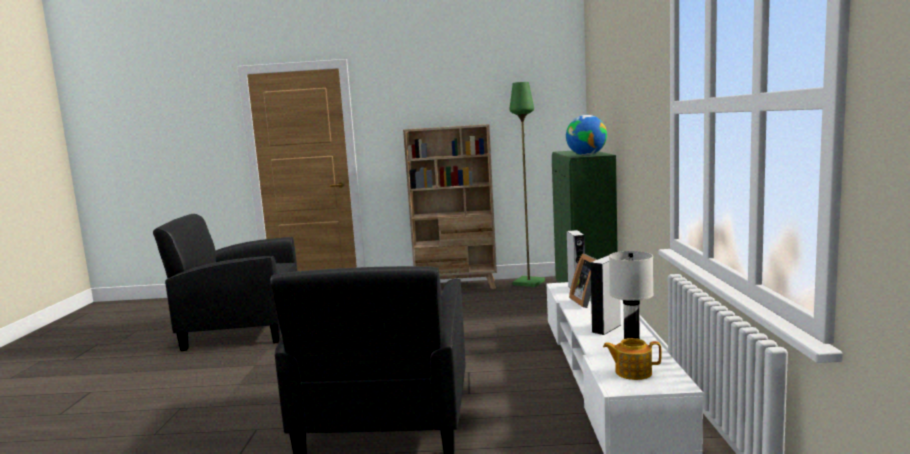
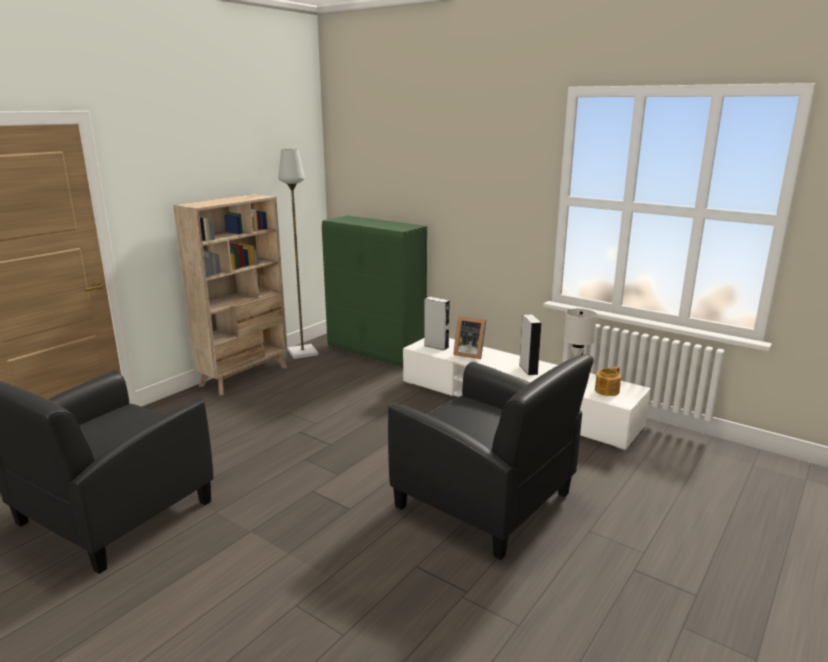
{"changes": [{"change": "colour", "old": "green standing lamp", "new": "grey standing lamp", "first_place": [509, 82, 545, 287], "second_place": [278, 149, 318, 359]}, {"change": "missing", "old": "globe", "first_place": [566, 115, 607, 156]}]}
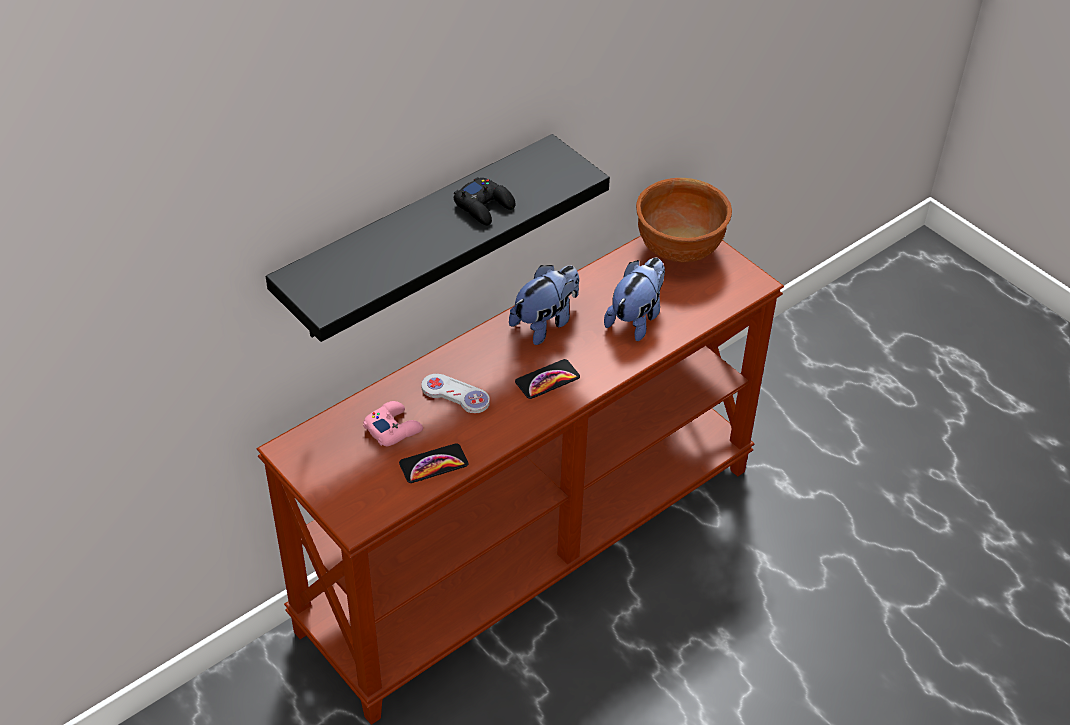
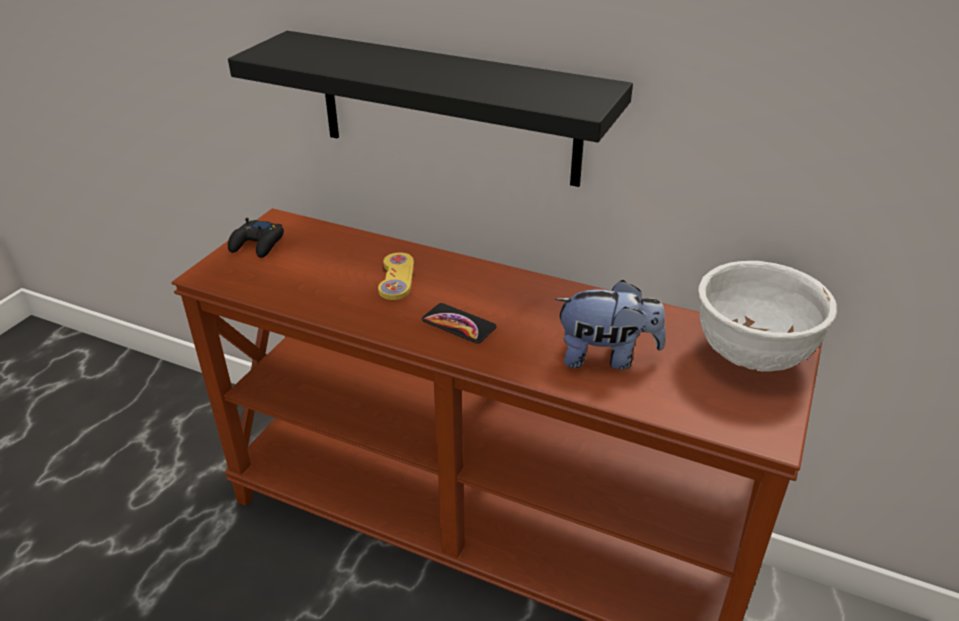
{"changes": [{"change": "relocated", "old": "black-coloured gamepad", "first_place": [454, 177, 516, 225], "second_place": [228, 218, 284, 258]}, {"change": "colour", "old": "brown-coloured deep dish", "new": "whitish deep dish", "first_place": [636, 178, 732, 262], "second_place": [699, 261, 837, 372]}, {"change": "missing", "old": "plush toy", "first_place": [509, 265, 579, 345]}, {"change": "colour", "old": "whitish gamepad", "new": "yellowish gamepad", "first_place": [421, 374, 490, 413], "second_place": [378, 252, 414, 300]}, {"change": "missing", "old": "pink gamepad", "first_place": [363, 401, 423, 446]}, {"change": "missing", "old": "handset", "first_place": [399, 443, 468, 483]}]}
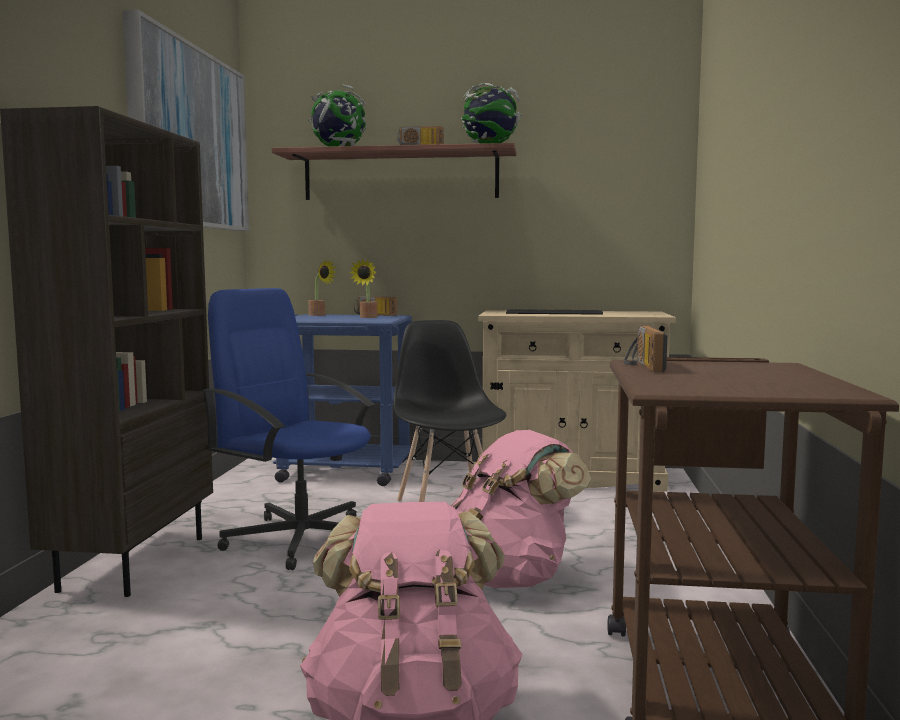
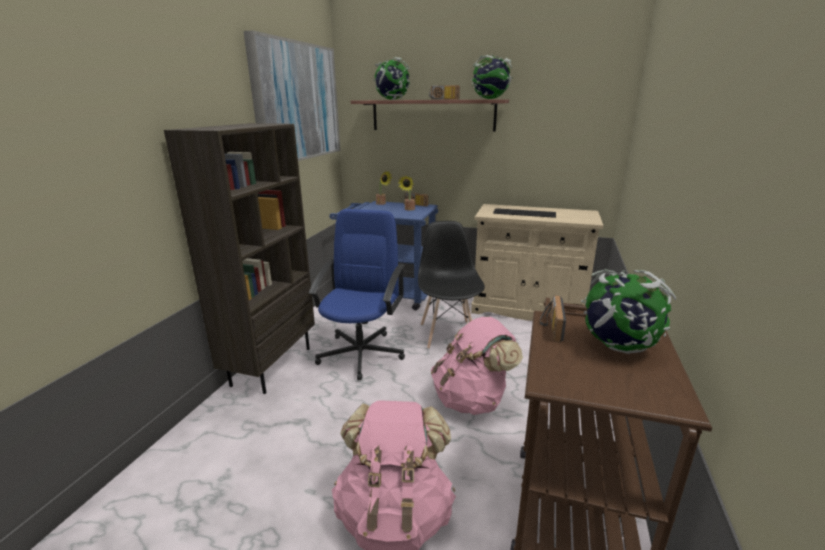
{"changes": [{"change": "spun", "old": "blue-coloured office chair", "first_place": [202, 288, 375, 570], "second_place": [309, 209, 405, 380], "degrees": 60}, {"change": "appeared", "new": "globe", "second_place": [581, 269, 676, 354]}]}
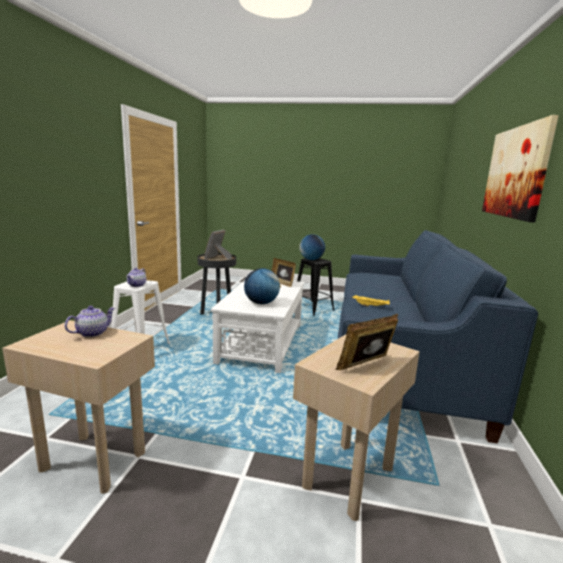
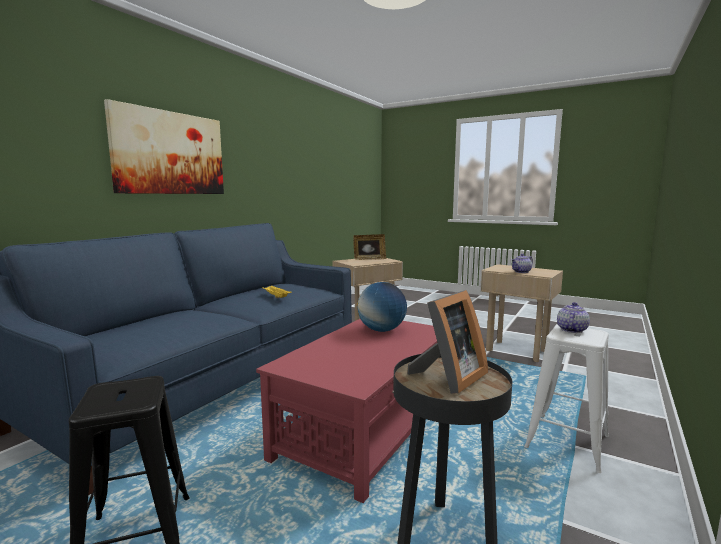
{"changes": [{"change": "missing", "old": "globe", "first_place": [299, 234, 325, 260]}, {"change": "missing", "old": "photo frame", "first_place": [272, 258, 296, 287]}, {"change": "colour", "old": "whitish coffee table", "new": "red coffee table", "first_place": [211, 280, 304, 373], "second_place": [256, 319, 437, 503]}]}
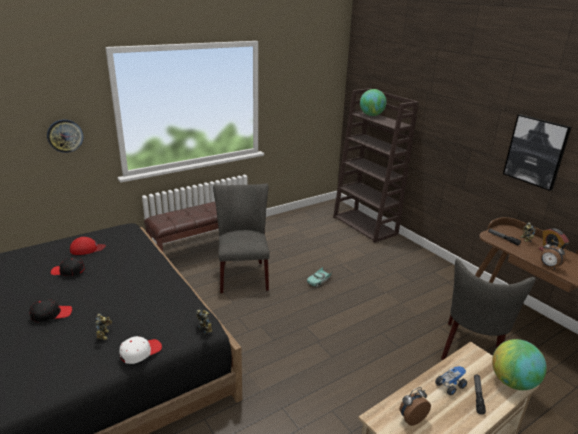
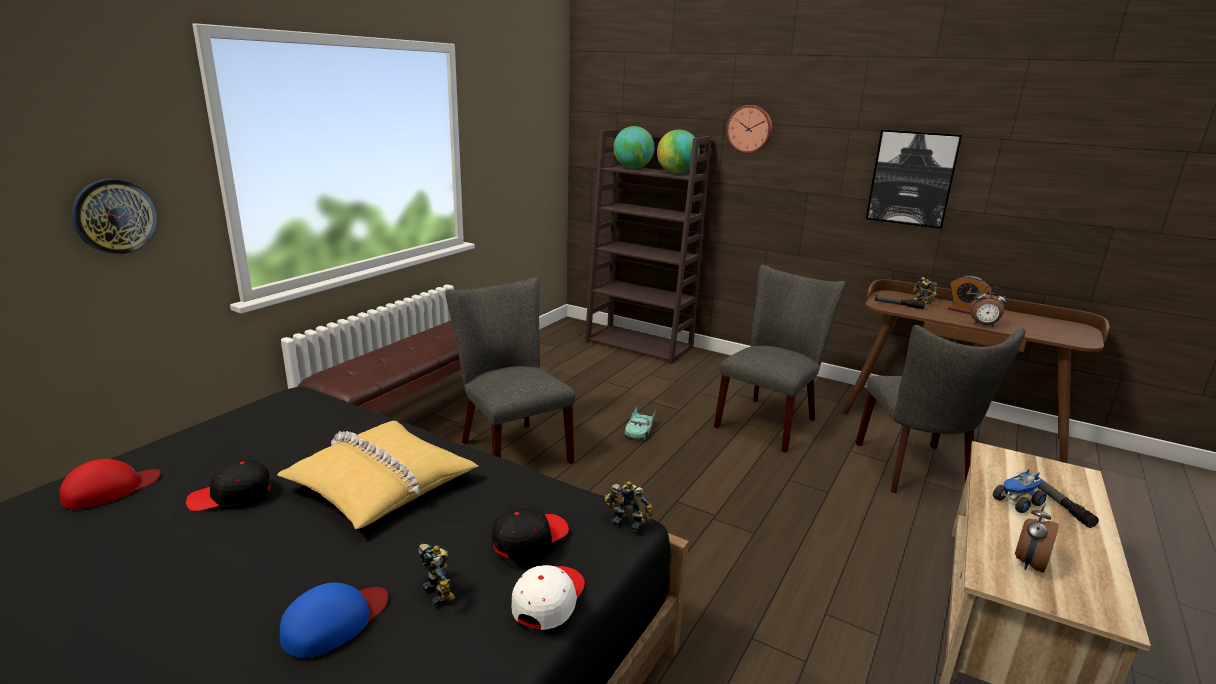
{"changes": [{"change": "relocated", "old": "red cap", "first_place": [70, 237, 106, 255], "second_place": [60, 459, 161, 510]}, {"change": "relocated", "old": "black-coloured cap", "first_place": [29, 299, 72, 322], "second_place": [492, 506, 569, 560]}, {"change": "relocated", "old": "globe", "first_place": [492, 339, 547, 390], "second_place": [657, 130, 700, 174]}, {"change": "spun", "old": "toy lorry", "first_place": [435, 366, 467, 396], "second_place": [993, 468, 1047, 513], "degrees": -150}, {"change": "appeared", "new": "hanging clock", "second_place": [726, 105, 772, 153]}, {"change": "appeared", "new": "grey chair", "second_place": [714, 265, 846, 453]}, {"change": "appeared", "new": "yellowish throw pillow", "second_place": [277, 421, 479, 529]}, {"change": "appeared", "new": "blue-coloured cap", "second_place": [280, 582, 388, 658]}]}
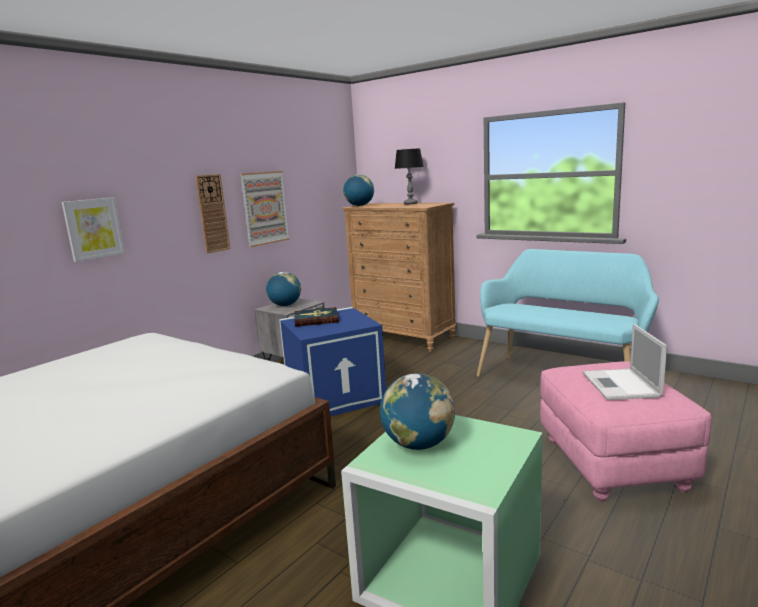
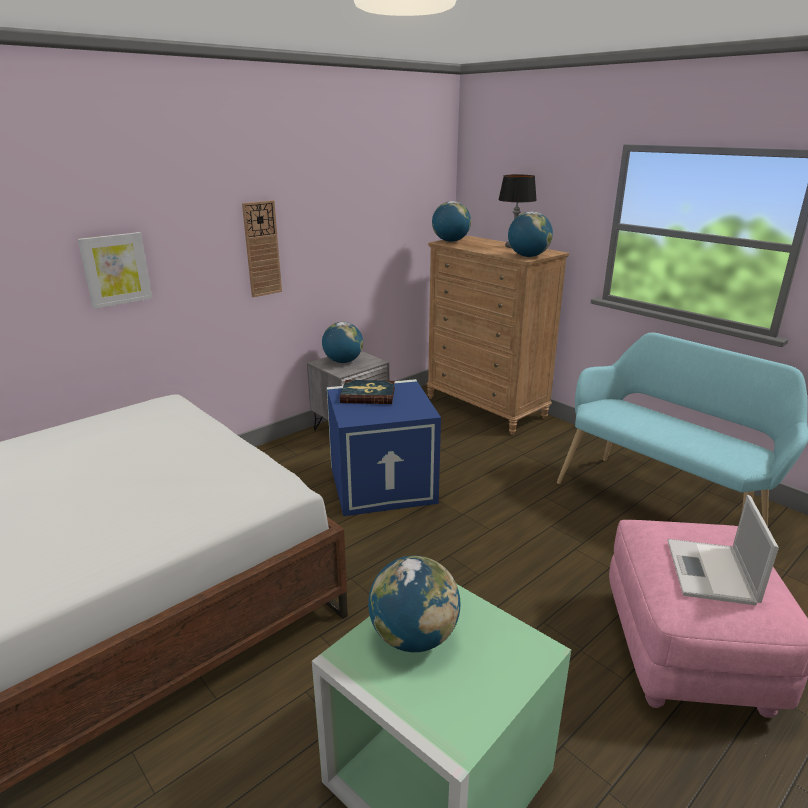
{"changes": [{"change": "missing", "old": "wall picture", "first_place": [240, 171, 290, 247]}, {"change": "appeared", "new": "globe", "second_place": [508, 212, 553, 257]}]}
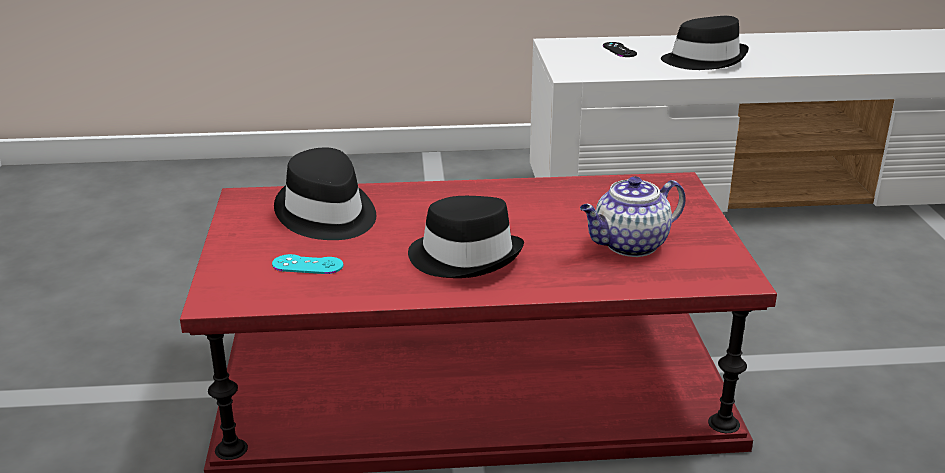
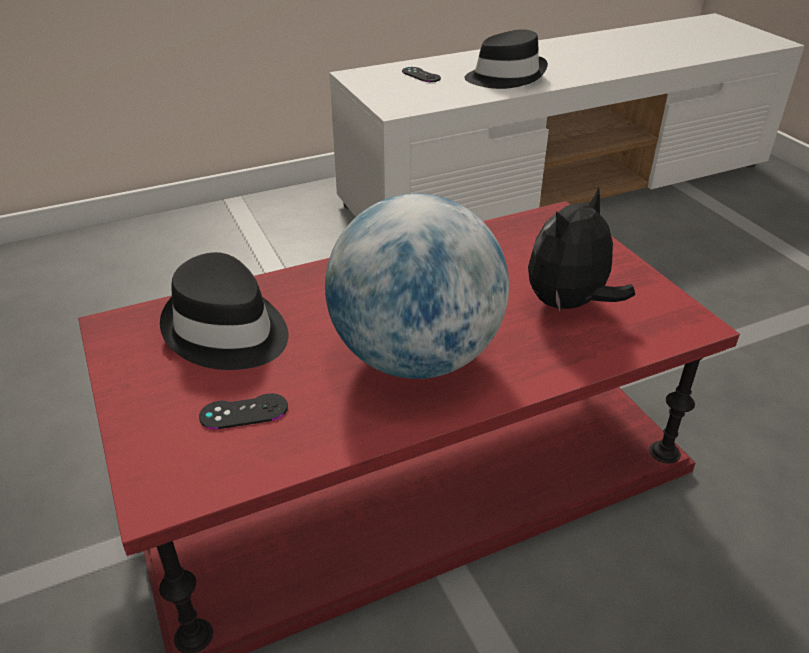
{"changes": [{"change": "exchanged", "old": "teapot", "new": "plush toy", "first_place": [580, 176, 686, 257], "second_place": [528, 187, 635, 313]}, {"change": "exchanged", "old": "black-coloured wearable hat", "new": "globe", "first_place": [408, 196, 524, 278], "second_place": [325, 193, 509, 379]}, {"change": "colour", "old": "turquoise-coloured gamepad", "new": "black-coloured gamepad", "first_place": [272, 254, 343, 274], "second_place": [199, 393, 288, 430]}]}
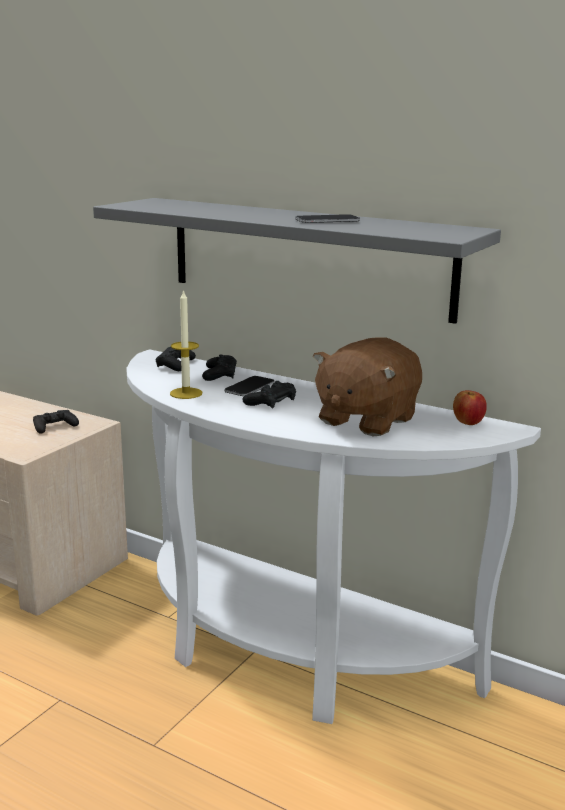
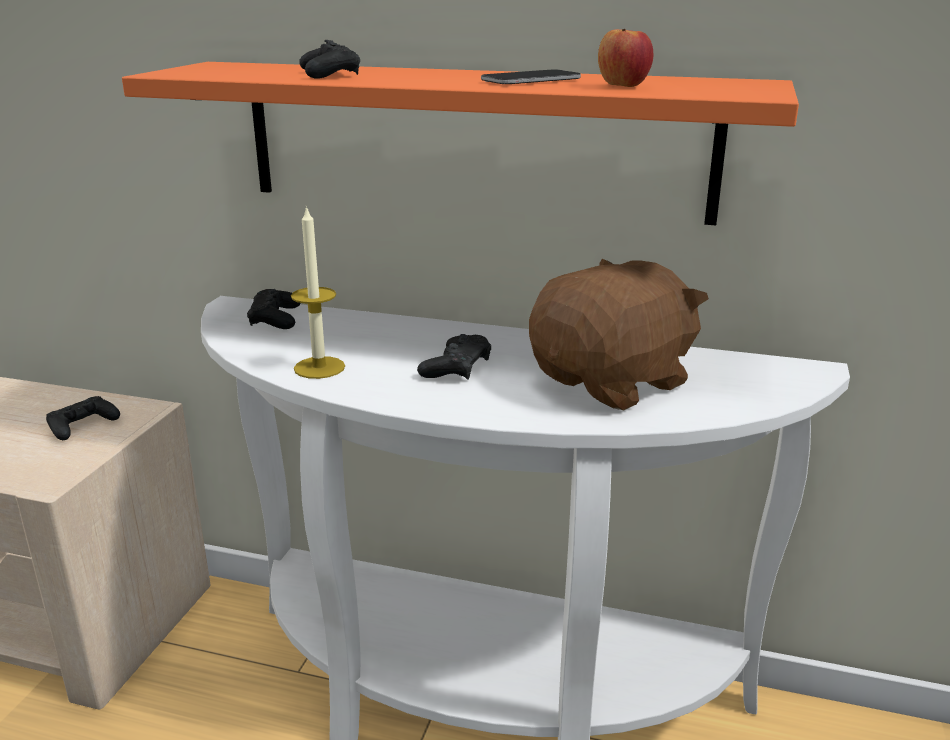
{"changes": [{"change": "colour", "old": "grey shelf", "new": "orange shelf", "first_place": [93, 198, 501, 324], "second_place": [122, 62, 799, 225]}, {"change": "spun", "old": "brown-coloured plush toy", "first_place": [313, 338, 422, 437], "second_place": [529, 259, 709, 410], "degrees": -150}, {"change": "relocated", "old": "black-coloured gamepad", "first_place": [202, 355, 237, 381], "second_place": [299, 40, 360, 79]}, {"change": "missing", "old": "handset", "first_place": [224, 376, 275, 396]}, {"change": "relocated", "old": "apple fruit", "first_place": [453, 390, 487, 425], "second_place": [598, 29, 653, 87]}]}
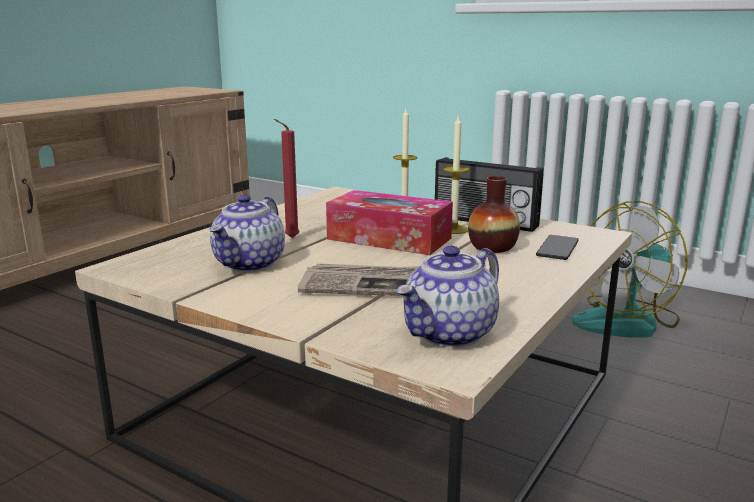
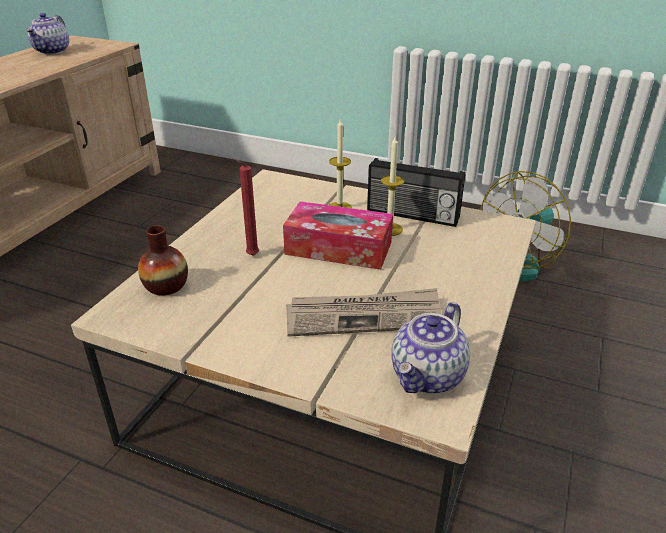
{"changes": [{"change": "relocated", "old": "vase", "first_place": [468, 176, 520, 253], "second_place": [138, 225, 188, 296]}, {"change": "relocated", "old": "teapot", "first_place": [210, 194, 285, 272], "second_place": [26, 13, 69, 54]}, {"change": "missing", "old": "handset", "first_place": [536, 235, 579, 260]}]}
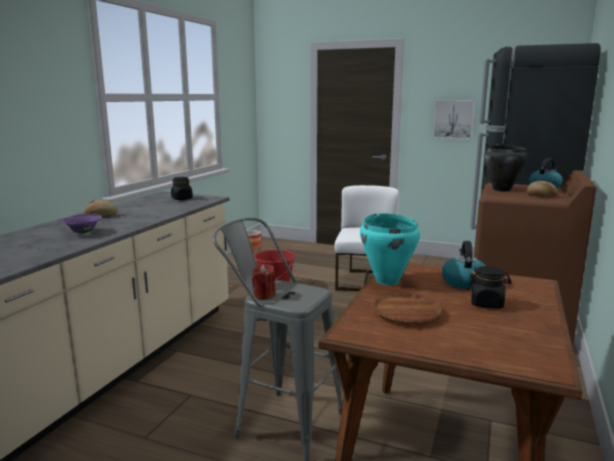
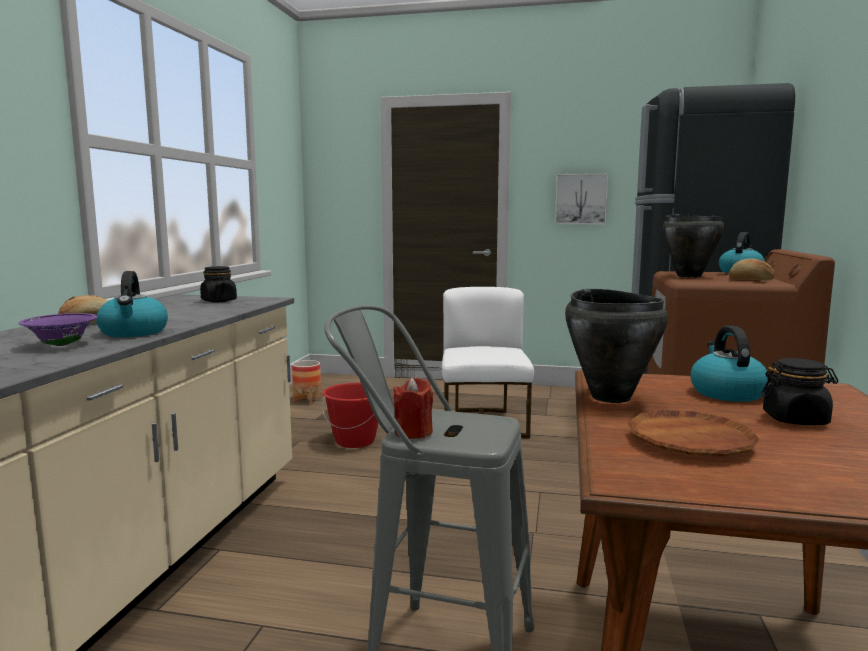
{"changes": [{"change": "colour", "old": "turquoise-coloured saucepot", "new": "black-coloured saucepot", "first_place": [360, 213, 420, 285], "second_place": [565, 289, 668, 403]}, {"change": "appeared", "new": "tea kettle", "second_place": [96, 271, 168, 337]}]}
